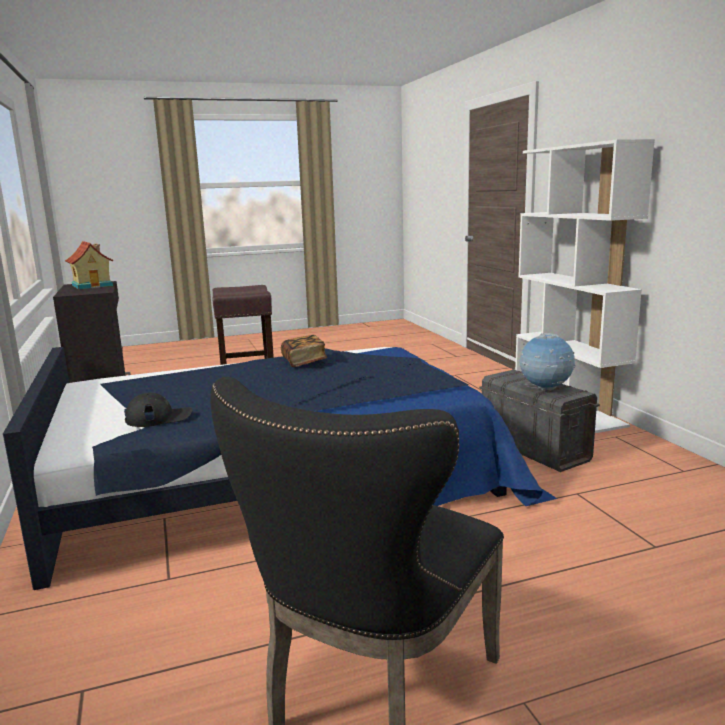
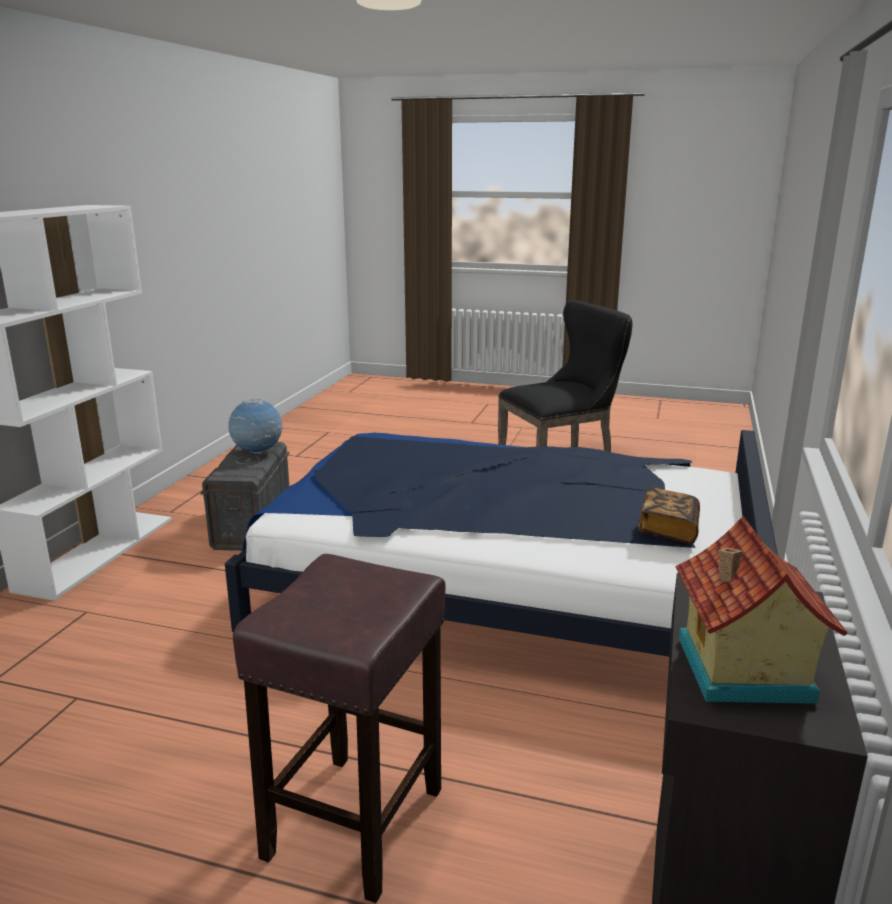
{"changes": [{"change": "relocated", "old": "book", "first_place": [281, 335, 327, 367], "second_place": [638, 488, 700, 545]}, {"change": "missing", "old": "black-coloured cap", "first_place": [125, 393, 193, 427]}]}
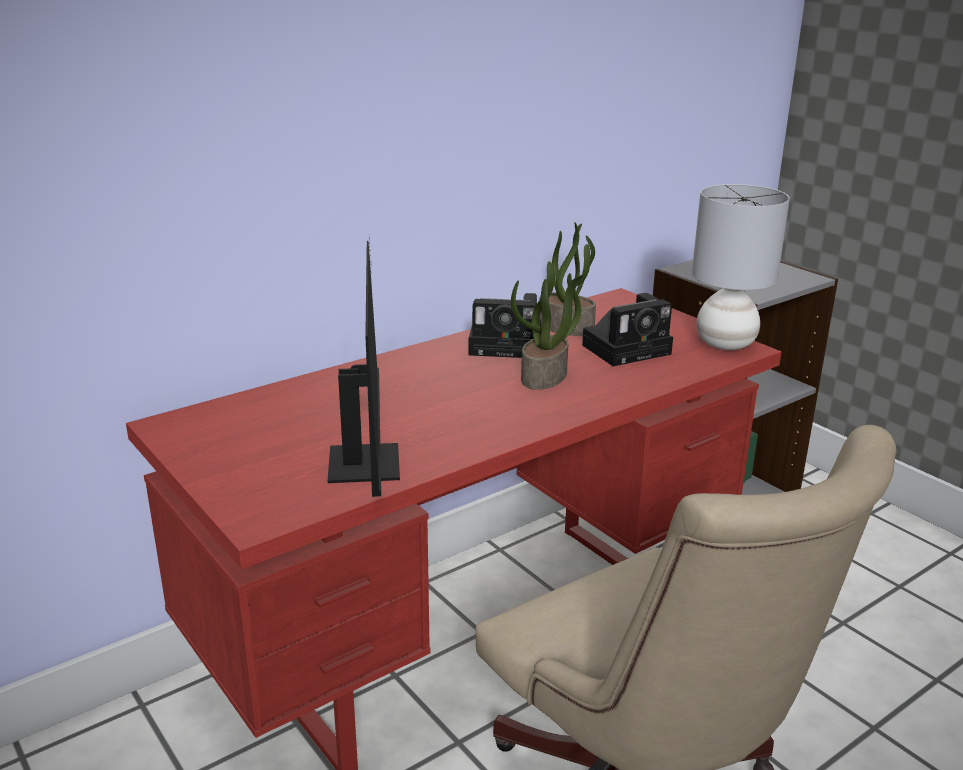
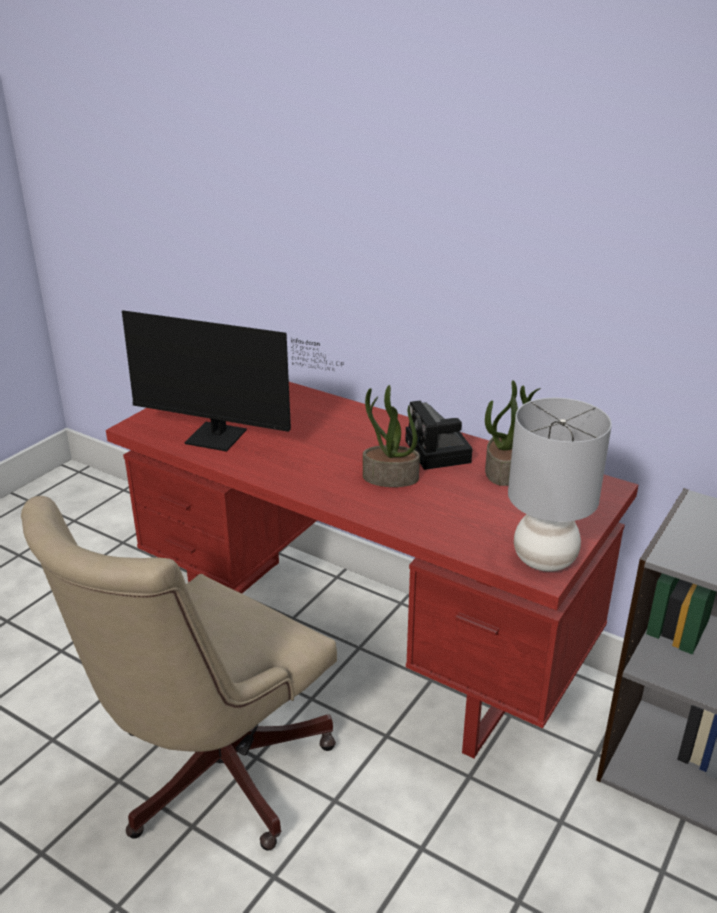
{"changes": [{"change": "spun", "old": "computer screen", "first_place": [328, 241, 400, 497], "second_place": [122, 310, 344, 452], "degrees": 45}, {"change": "missing", "old": "still camera", "first_place": [582, 293, 673, 366]}]}
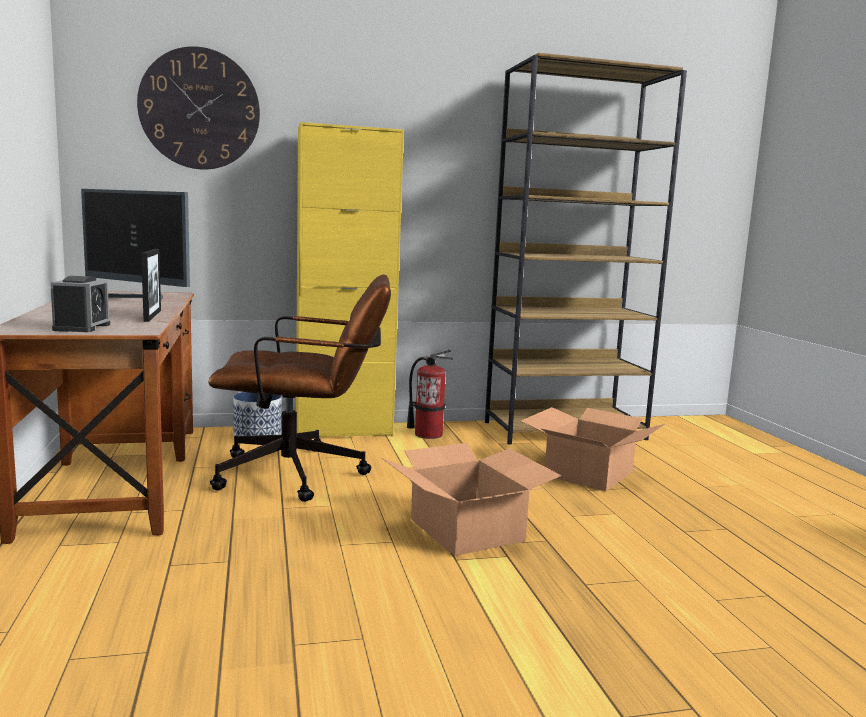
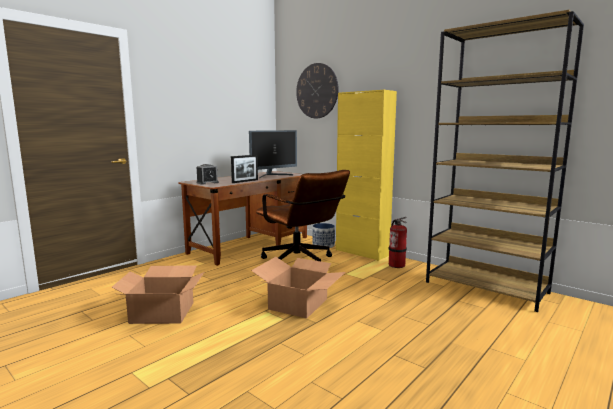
{"changes": [{"change": "spun", "old": "computer screen", "first_place": [81, 189, 190, 300], "second_place": [249, 130, 297, 178], "degrees": -120}, {"change": "relocated", "old": "carton", "first_place": [521, 407, 666, 491], "second_place": [111, 266, 204, 324]}]}
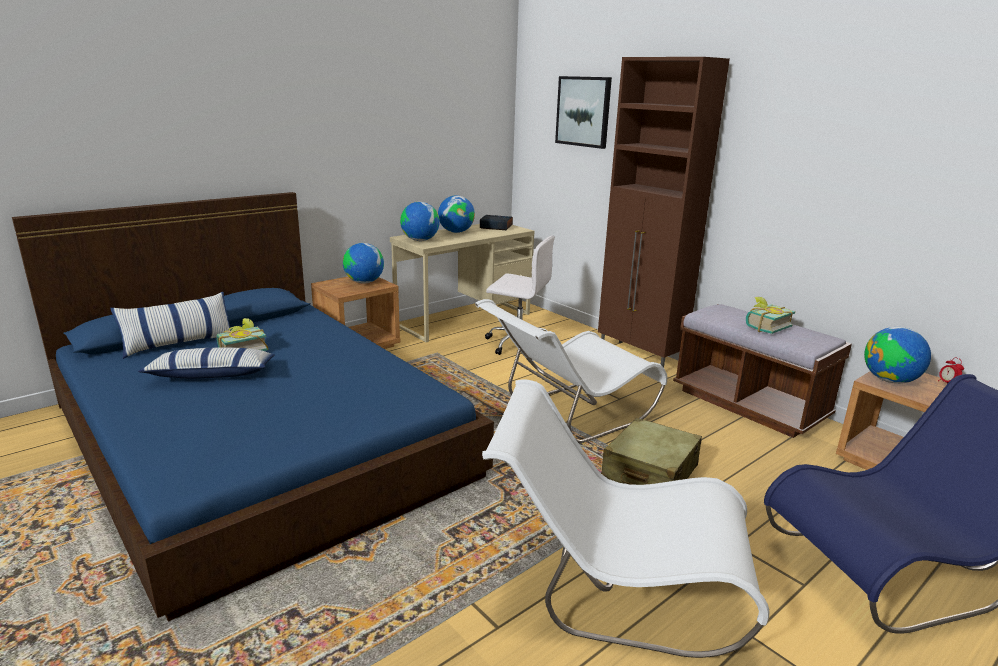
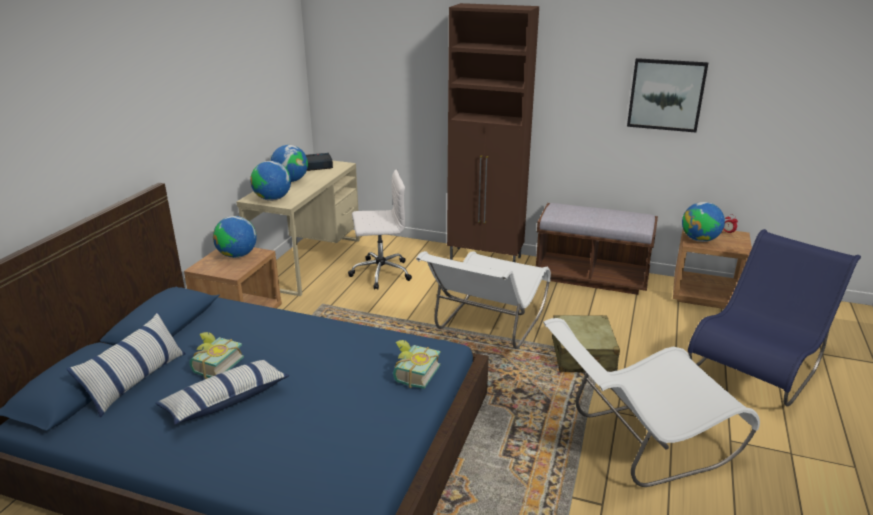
{"changes": [{"change": "relocated", "old": "wall picture", "first_place": [555, 76, 612, 149], "second_place": [627, 58, 708, 132]}, {"change": "relocated", "old": "book", "first_place": [746, 297, 795, 334], "second_place": [393, 340, 440, 389]}]}
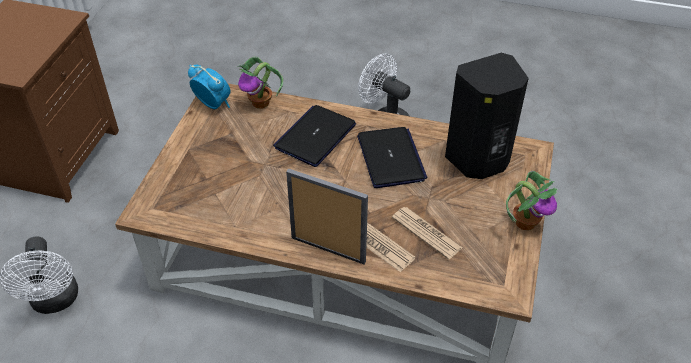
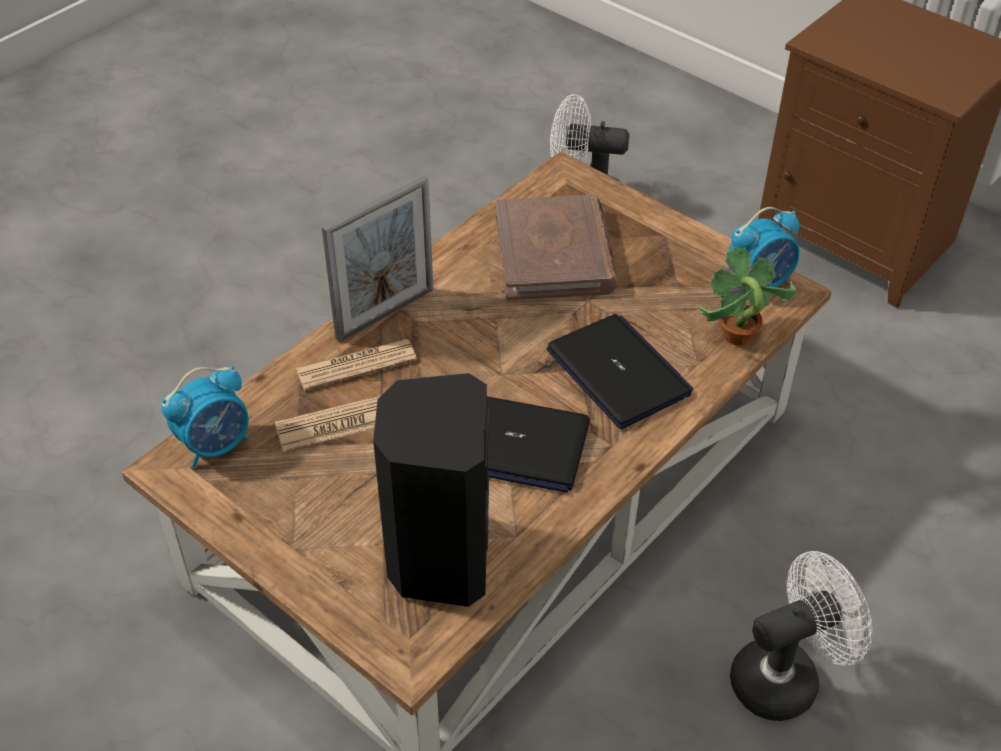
{"changes": [{"change": "missing", "old": "potted plant", "first_place": [506, 171, 558, 230]}, {"change": "appeared", "new": "brown-coloured book", "second_place": [496, 194, 618, 301]}, {"change": "appeared", "new": "bedside clock", "second_place": [161, 366, 249, 468]}]}
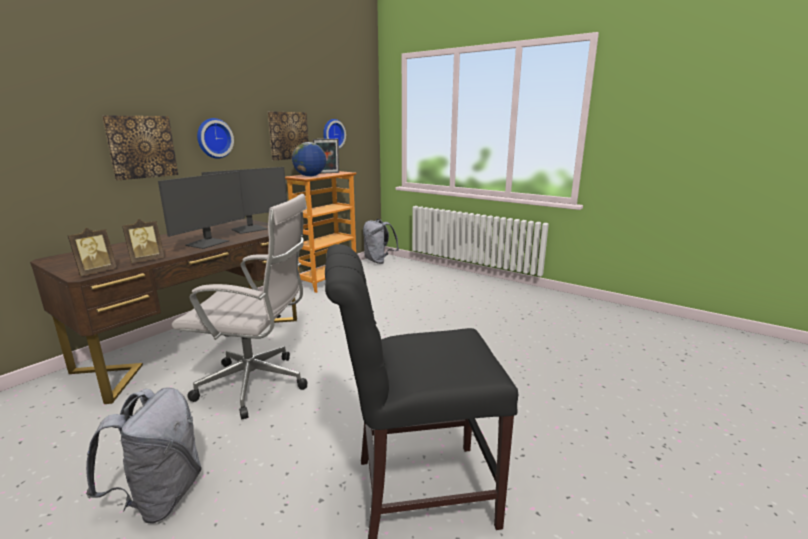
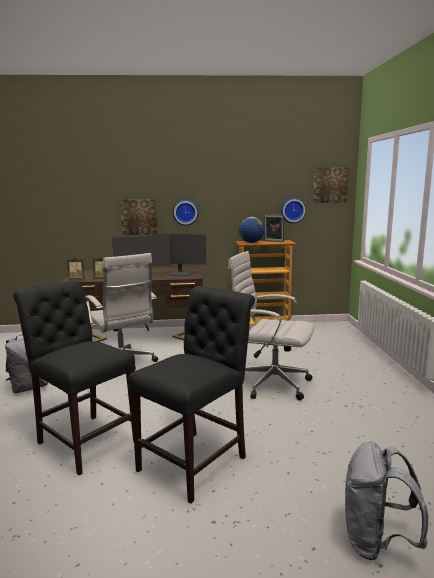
{"changes": [{"change": "relocated", "old": "wall picture", "first_place": [268, 112, 308, 160], "second_place": [313, 167, 349, 203]}, {"change": "relocated", "old": "grey rucksack", "first_place": [363, 219, 399, 264], "second_place": [345, 442, 428, 560]}, {"change": "appeared", "new": "whitish office chair", "second_place": [228, 251, 314, 400]}, {"change": "appeared", "new": "black-coloured chair", "second_place": [128, 286, 255, 504]}]}
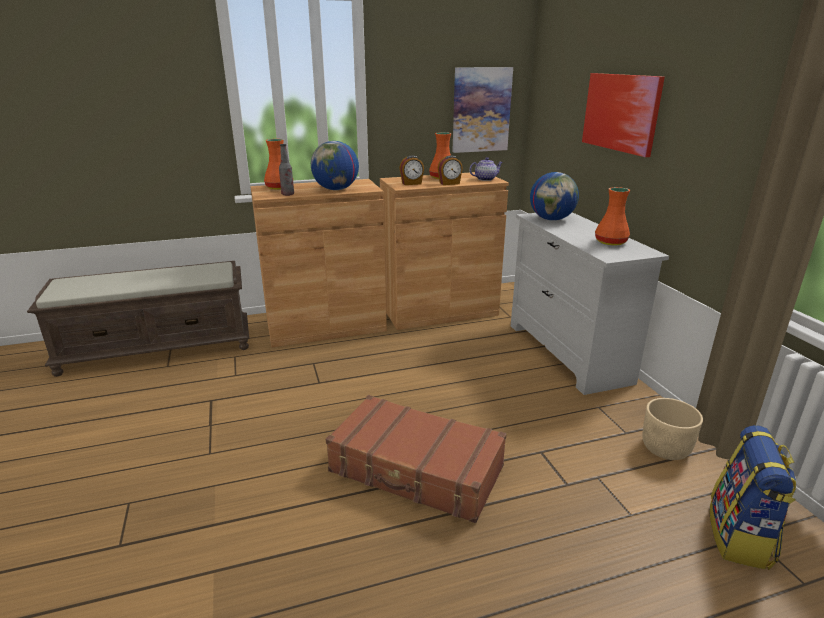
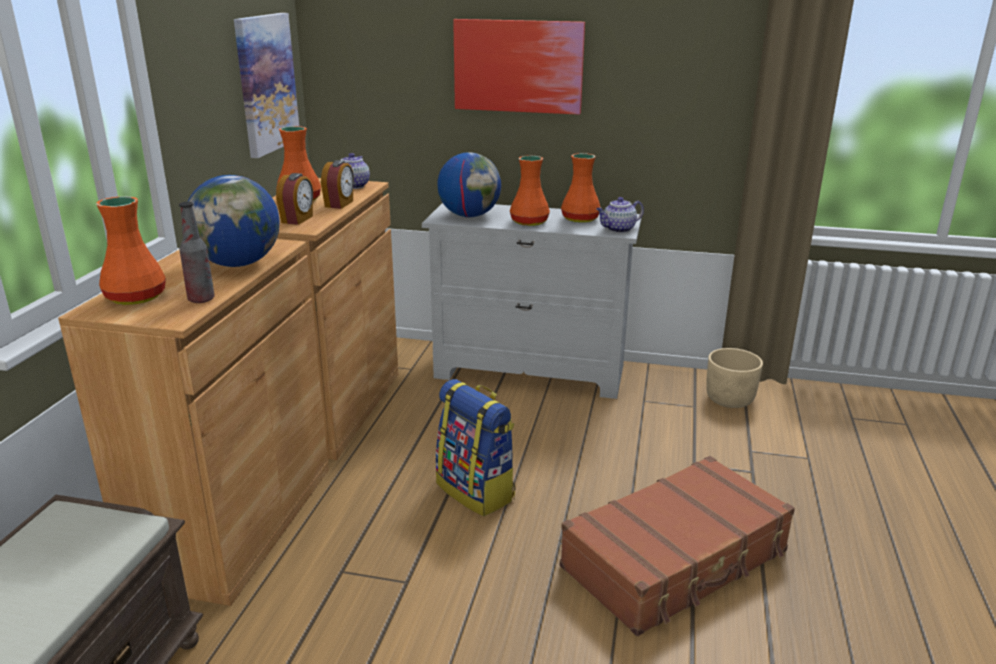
{"changes": [{"change": "relocated", "old": "rucksack", "first_place": [709, 425, 796, 570], "second_place": [435, 379, 516, 516]}, {"change": "appeared", "new": "orange vase", "second_place": [510, 156, 550, 226]}, {"change": "appeared", "new": "teapot", "second_place": [596, 197, 644, 233]}]}
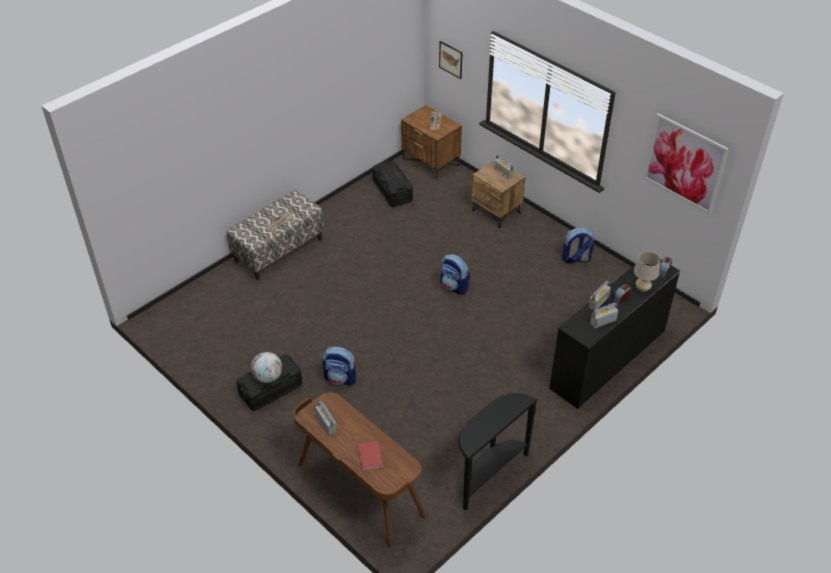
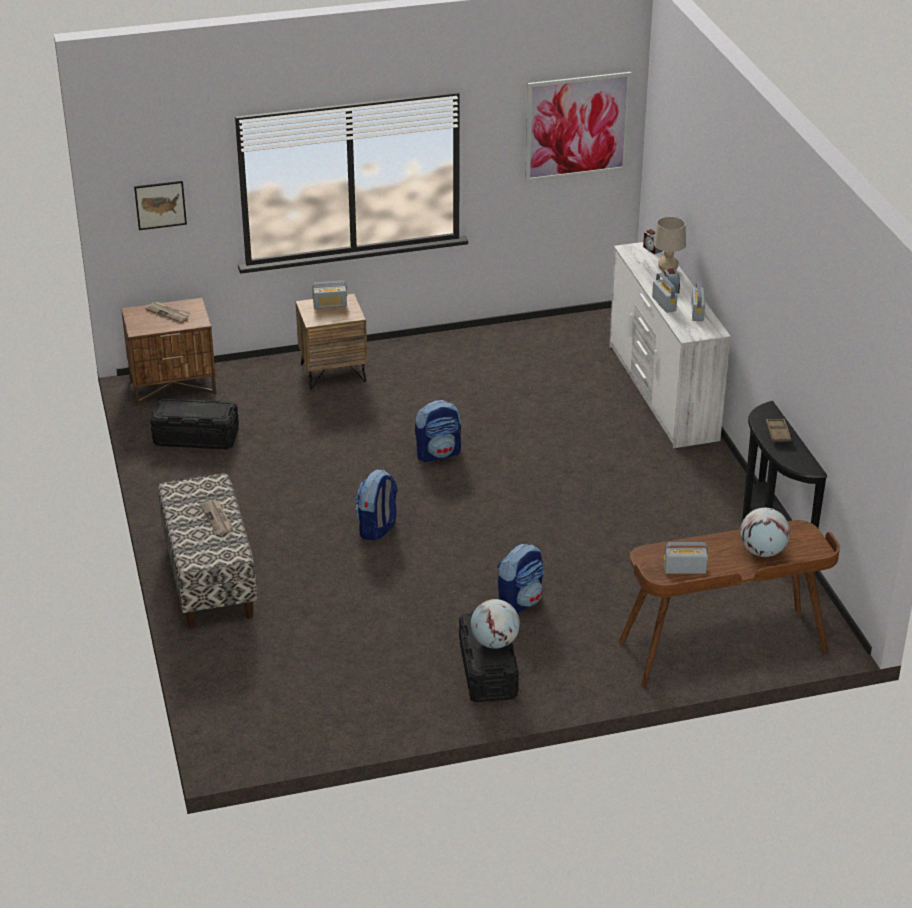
{"changes": [{"change": "relocated", "old": "rucksack", "first_place": [562, 227, 594, 264], "second_place": [355, 470, 398, 540]}, {"change": "colour", "old": "black-coloured drawer chest", "new": "whitish drawer chest", "first_place": [549, 259, 680, 409], "second_place": [609, 242, 731, 448]}, {"change": "exchanged", "old": "red book", "new": "globe", "first_place": [357, 441, 383, 470], "second_place": [740, 508, 790, 557]}, {"change": "appeared", "new": "brown-coloured carrying tray", "second_place": [766, 418, 791, 443]}]}
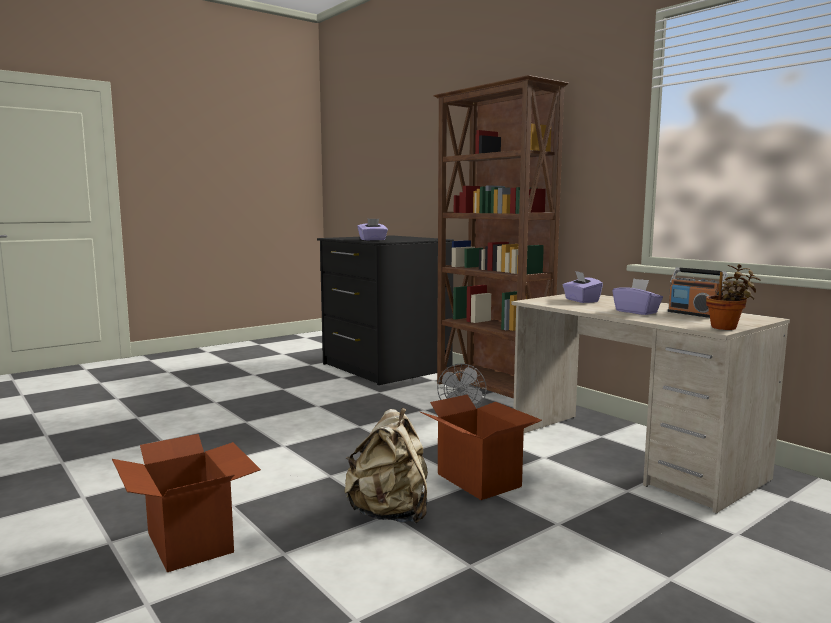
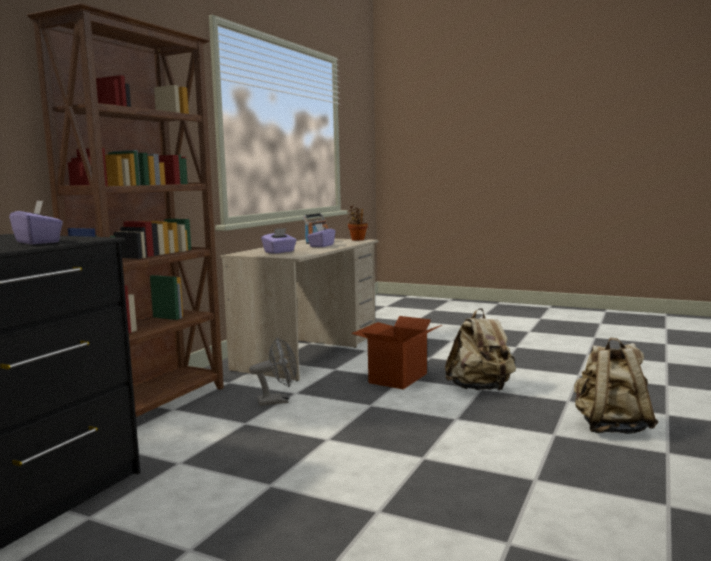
{"changes": [{"change": "exchanged", "old": "carton", "new": "sand-coloured rucksack", "first_place": [112, 434, 261, 572], "second_place": [574, 337, 659, 434]}]}
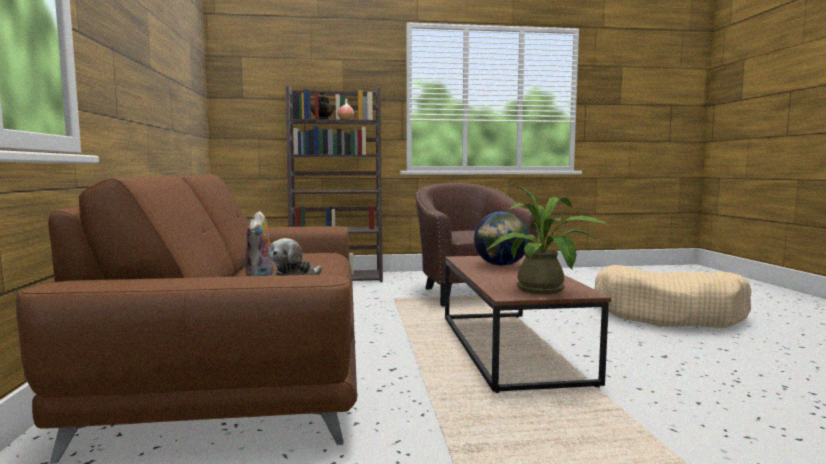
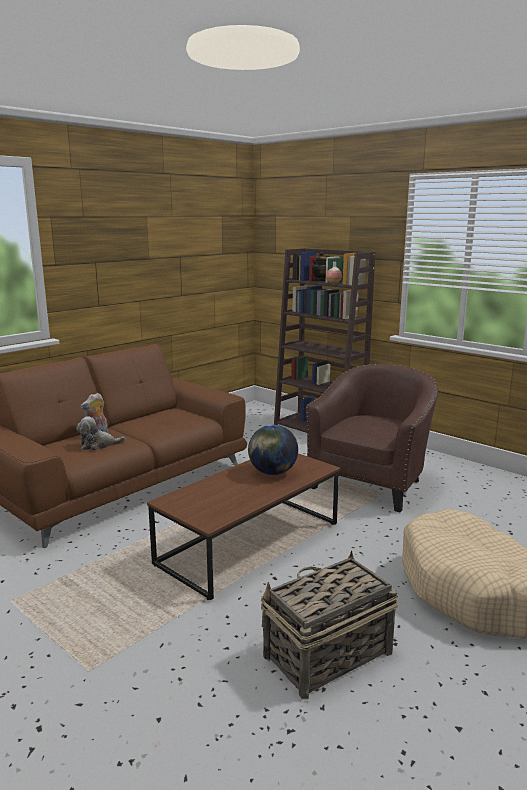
{"changes": [{"change": "missing", "old": "potted plant", "first_place": [486, 184, 607, 295]}, {"change": "appeared", "new": "storage basket", "second_place": [261, 550, 398, 699]}]}
